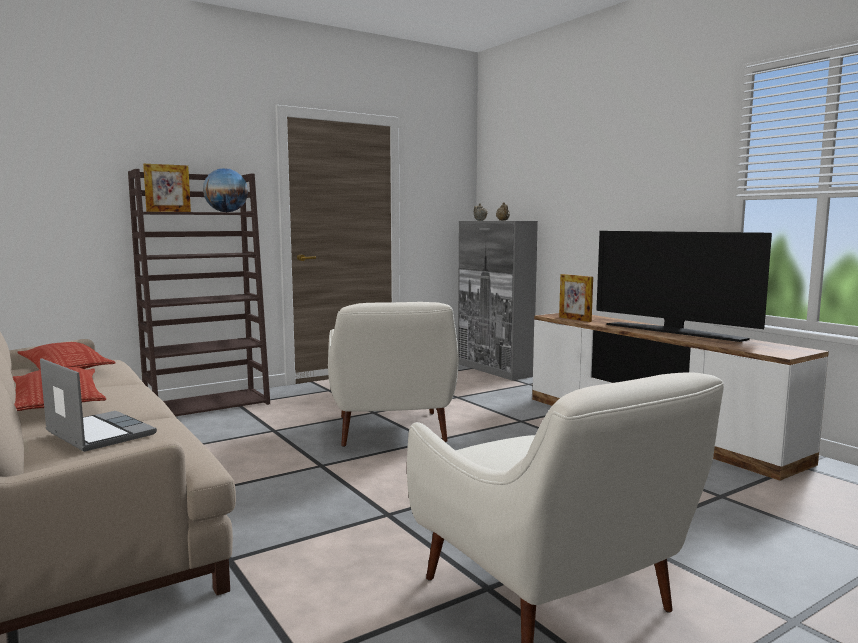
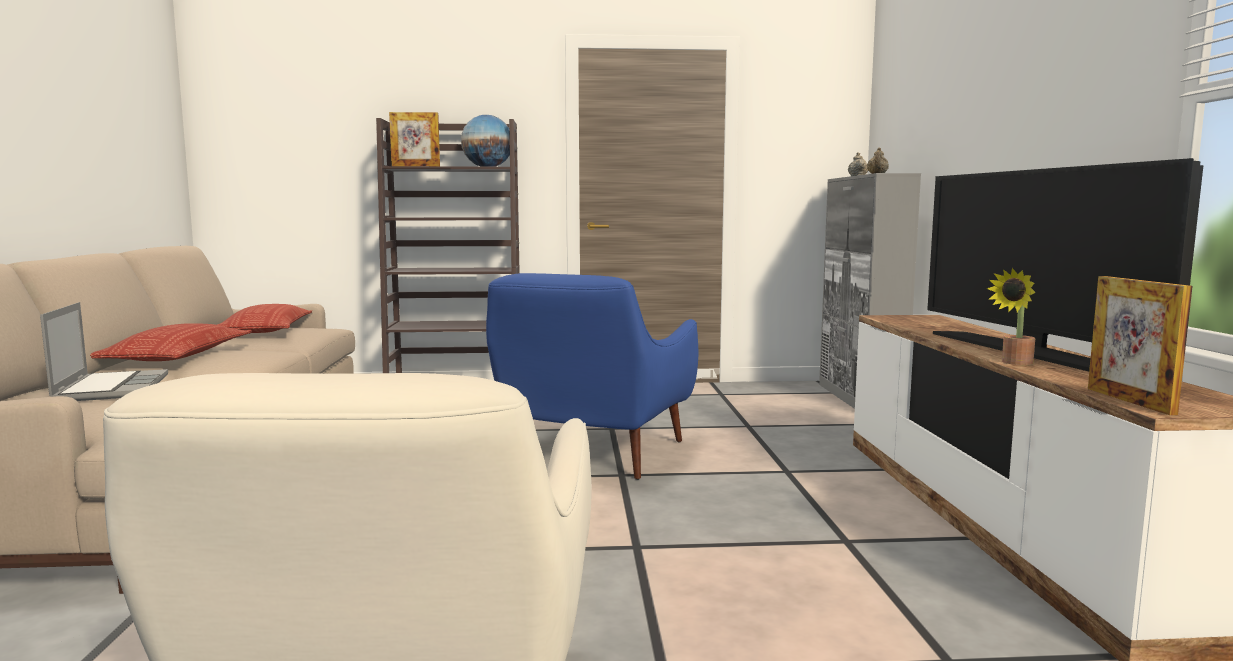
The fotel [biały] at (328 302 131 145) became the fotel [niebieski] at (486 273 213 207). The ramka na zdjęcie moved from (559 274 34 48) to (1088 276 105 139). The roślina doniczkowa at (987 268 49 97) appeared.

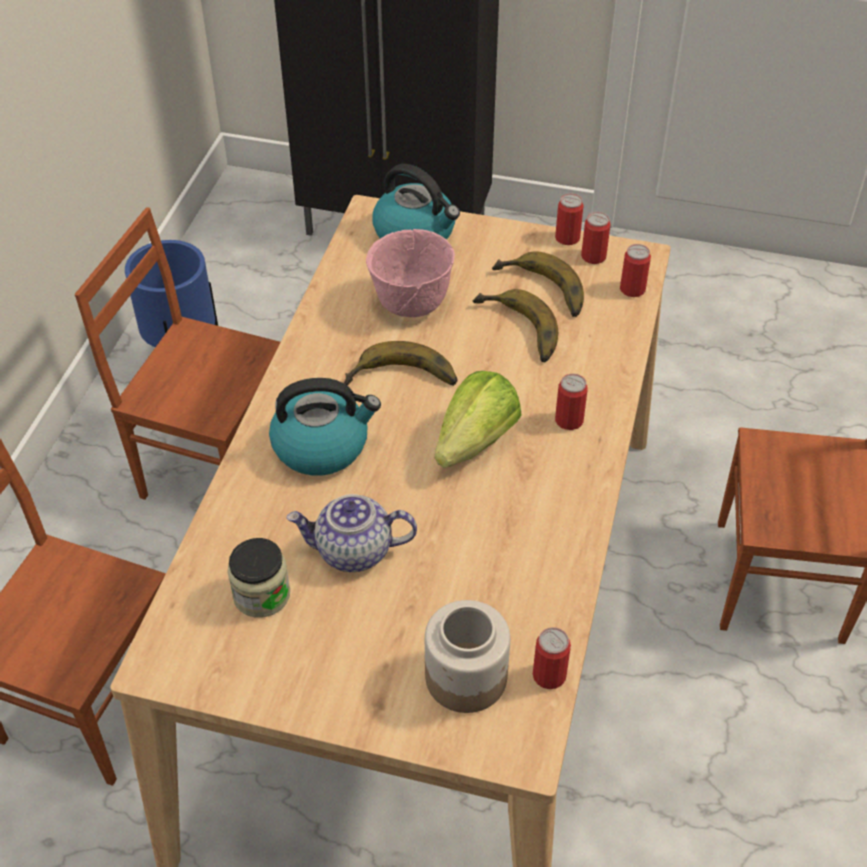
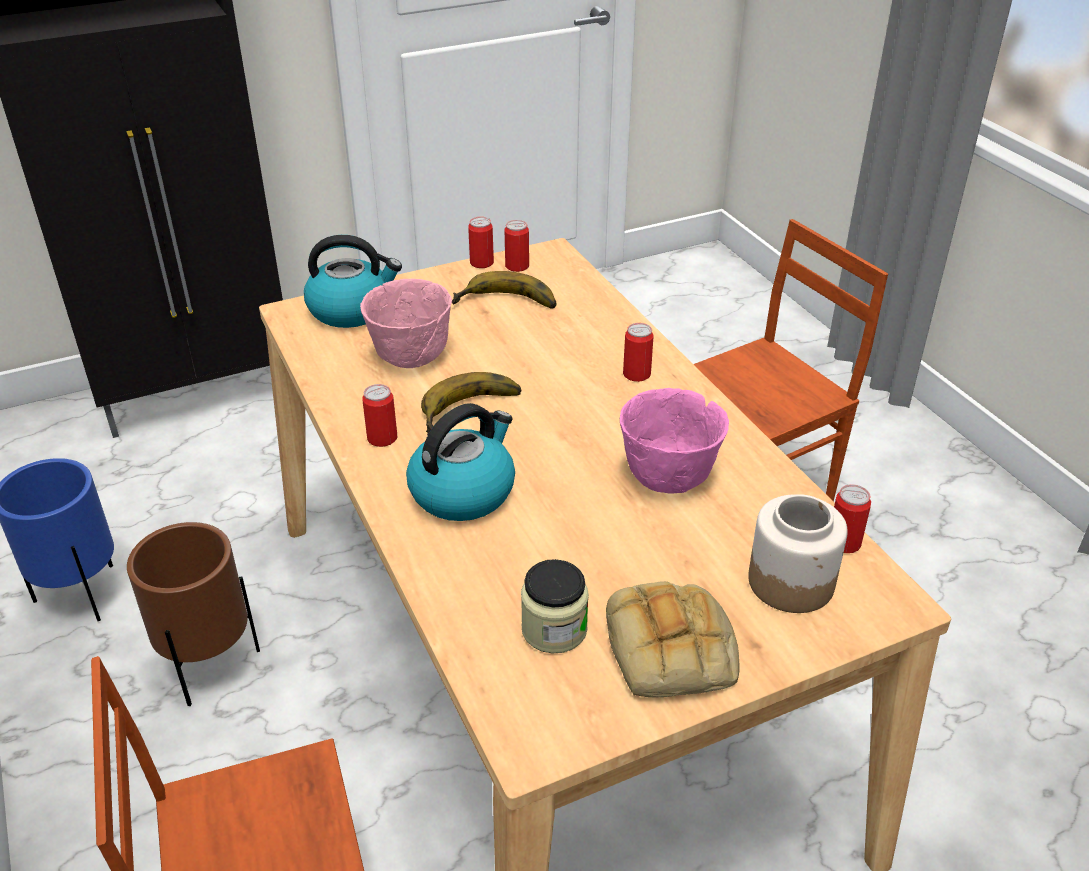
The krzesło [brązowy] at (75 207 205 293) was replaced by the donica [brązowy] at (127 522 133 184). The imbryk at (286 494 131 78) disappeared. The sałata at (435 371 87 97) disappeared. The banan at (473 289 85 73) disappeared. The puszka moved from (620 244 31 53) to (362 384 35 63). The chleb at (606 581 134 117) appeared. The miska [różowy] at (620 388 109 105) appeared.

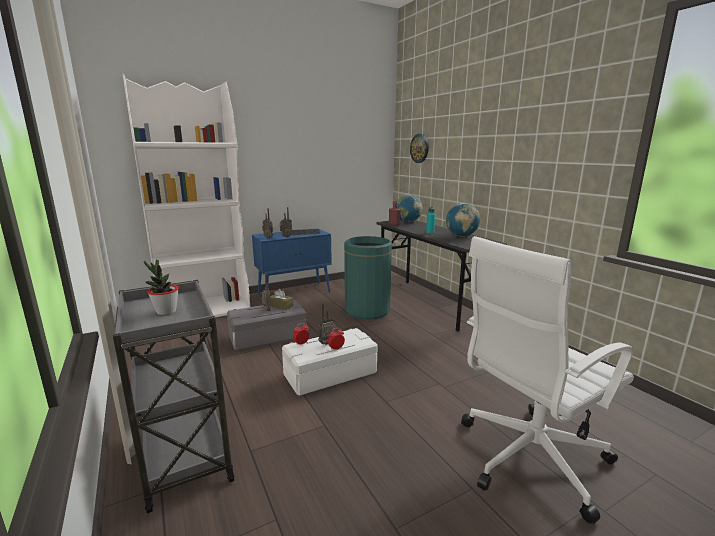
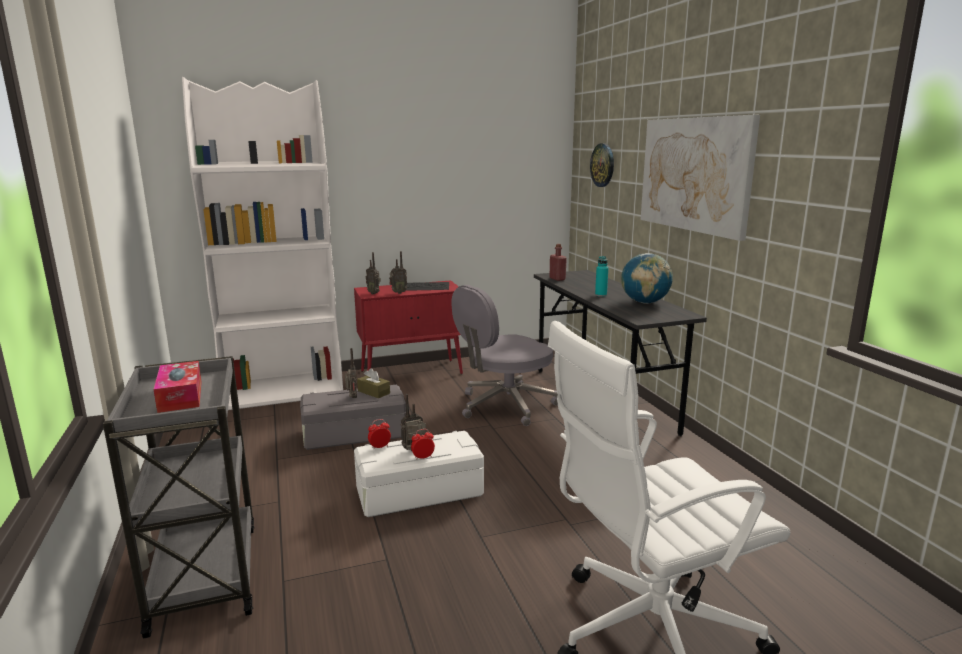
The roślina doniczkowa at (144 260 35 55) was replaced by the pudełko chusteczek at (153 361 49 52). The szafka [niebieski] at (252 228 80 66) became the szafka [czerwony] at (354 280 109 94). The kosz na śmieci [zielony] at (344 236 48 84) was replaced by the krzesło biurowe [szary] at (451 285 107 141). The globus at (397 194 26 28) disappeared. The obraz at (641 115 119 126) appeared.

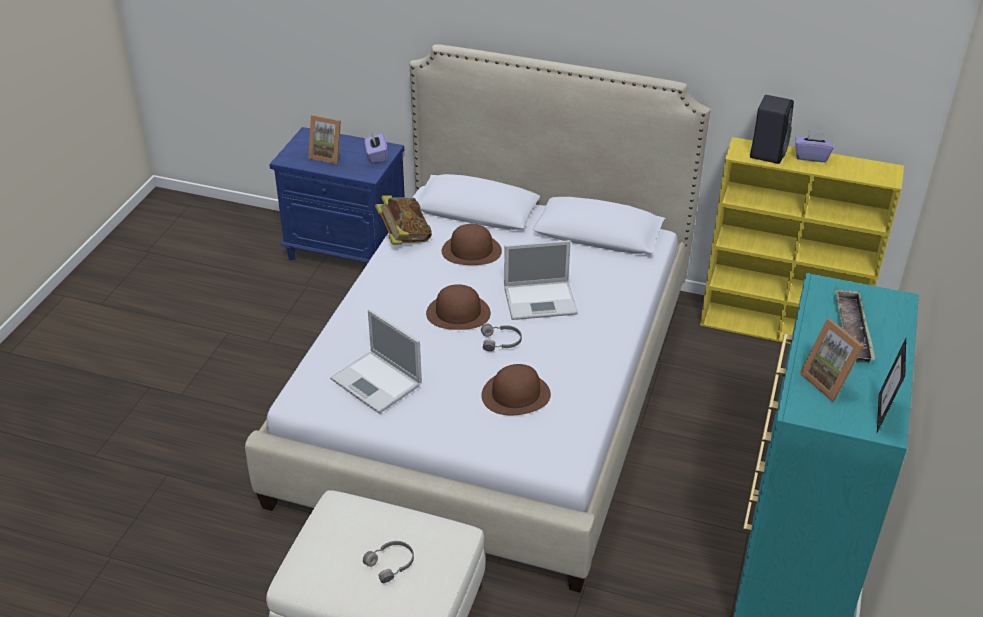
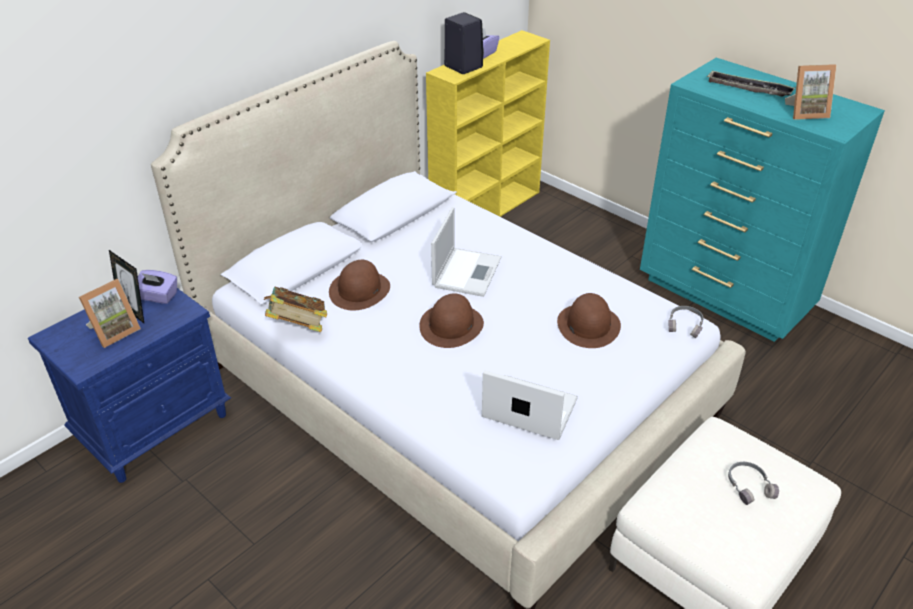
The laptop at (330 309 92 105) turned 135 degrees counterclockwise. The słuchawki [szary] moved from (481 324 41 27) to (668 306 36 32). The ramka na zdjęcie moved from (877 338 29 94) to (109 250 36 74).

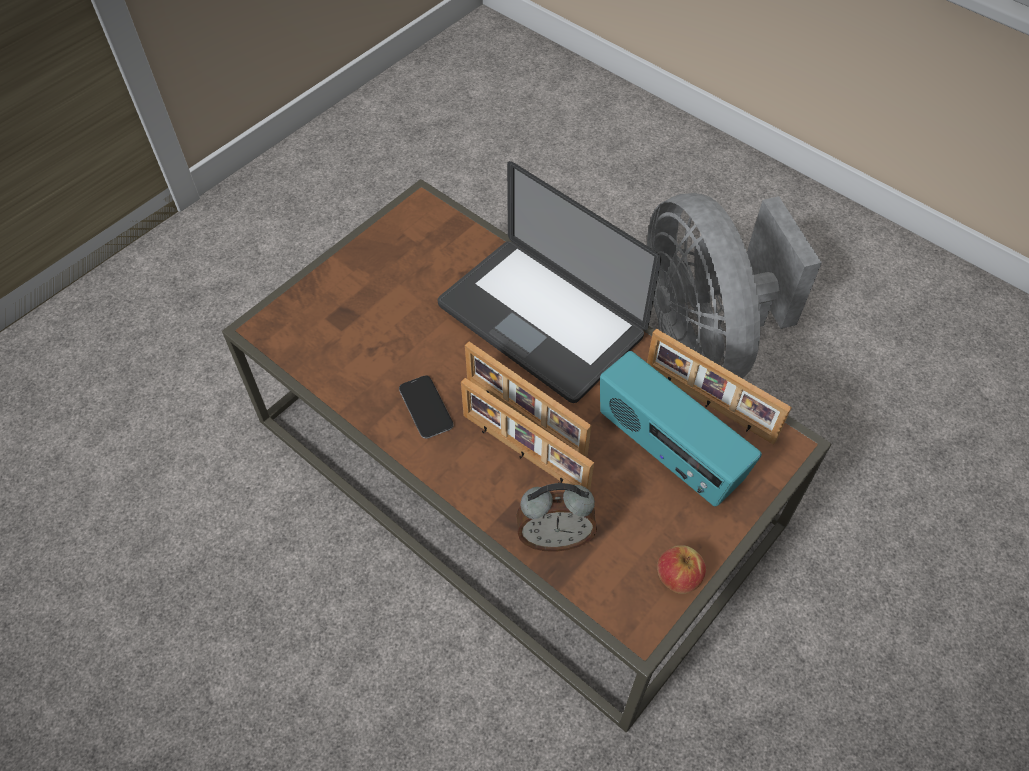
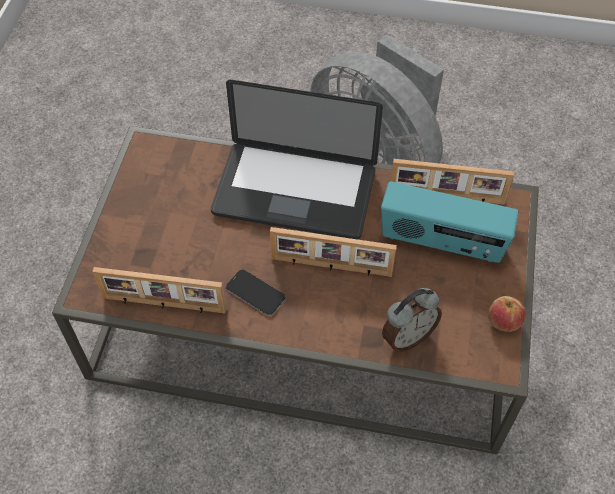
The ramka na zdjęcie moved from (461 378 133 113) to (92 267 134 47).

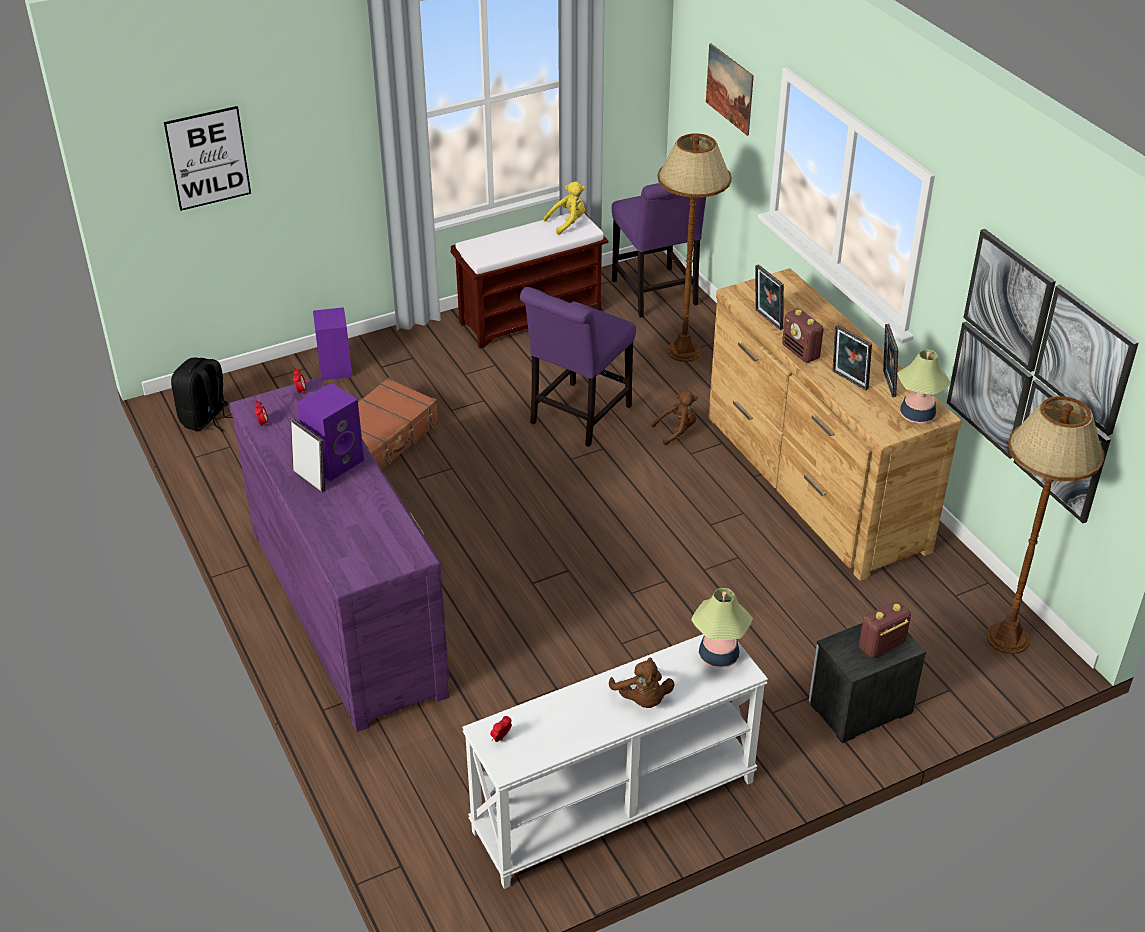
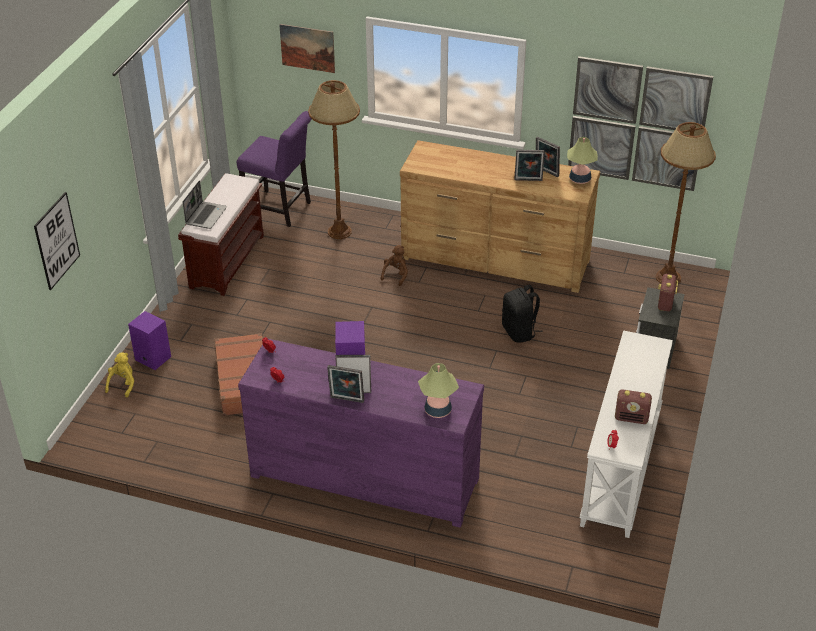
The plecak [czarny] moved from (171 358 62 74) to (502 285 41 58). The krzesło [fioletowy] at (520 287 116 160) disappeared. The pluszak [żółty] moved from (544 181 41 54) to (105 352 29 45). The pluszak [brązowy] at (609 658 65 50) disappeared. The lampa stołowa moved from (691 588 62 80) to (418 363 41 55). The ramka na zdjęcie moved from (755 264 29 66) to (327 365 37 38). The radio moved from (782 308 43 55) to (615 389 37 35). The laptop at (183 180 44 49) appeared.

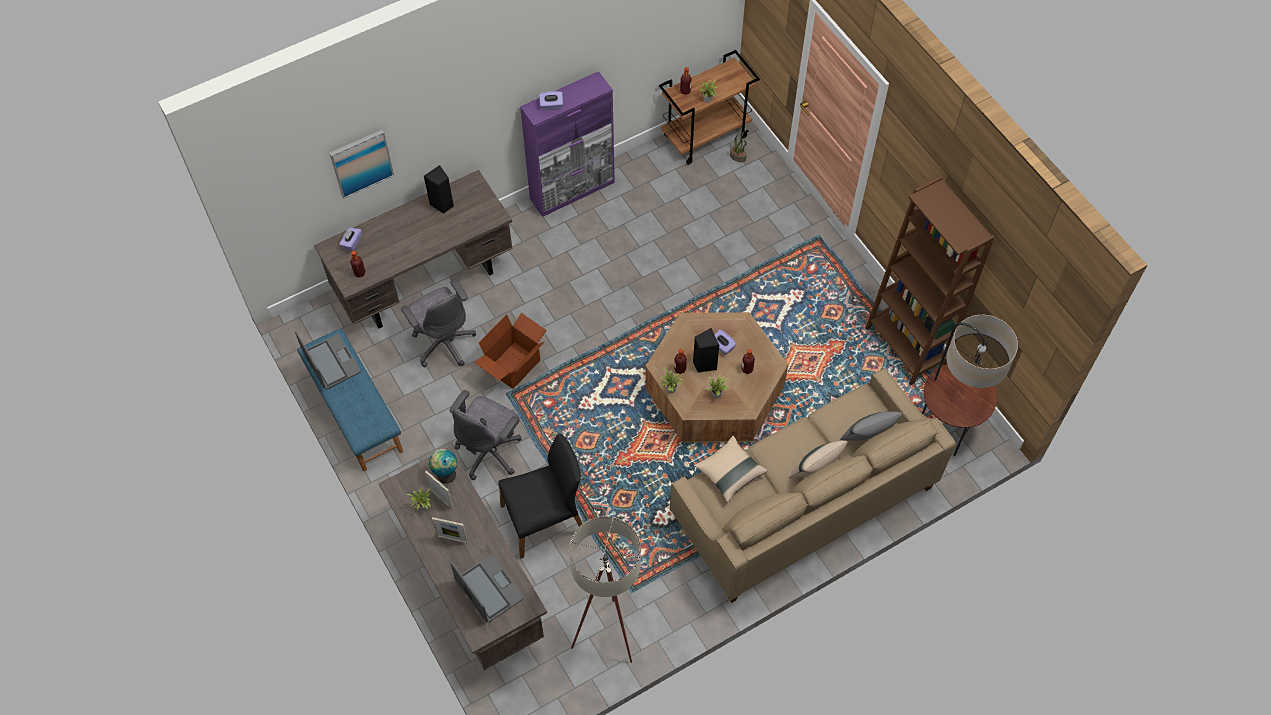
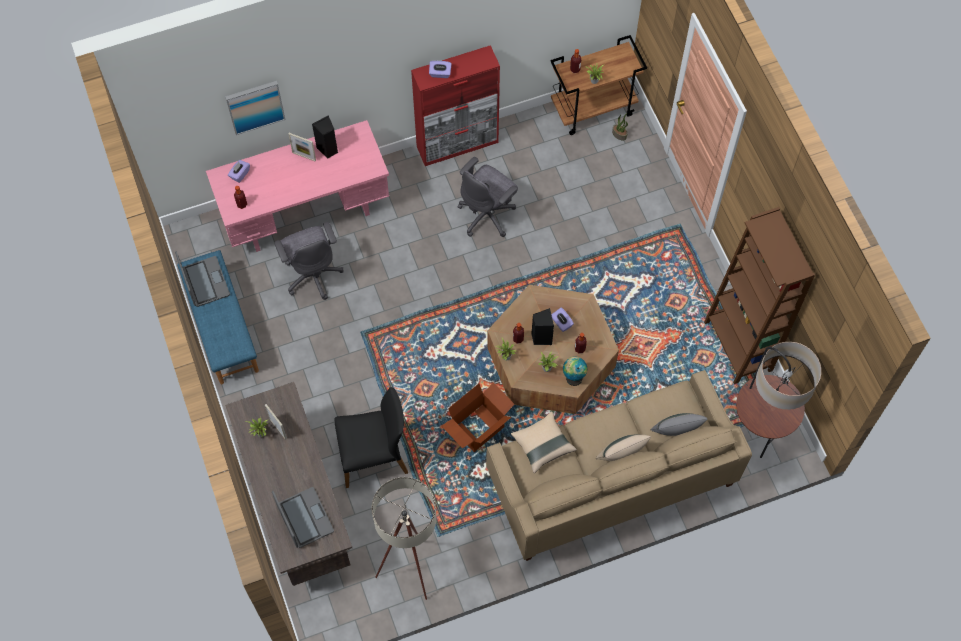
The biurko [brązowy] at (314 170 199 159) became the biurko [różowy] at (206 120 183 132). The globus moved from (429 449 28 34) to (563 357 24 29). The ramka na zdjęcie moved from (432 517 36 26) to (288 133 28 29). The krzesło biurowe [szary] moved from (449 390 73 90) to (457 157 61 80). The karton moved from (474 313 73 76) to (442 382 73 70). The szafka [fioletowy] at (520 71 95 146) became the szafka [czerwony] at (411 45 89 121).

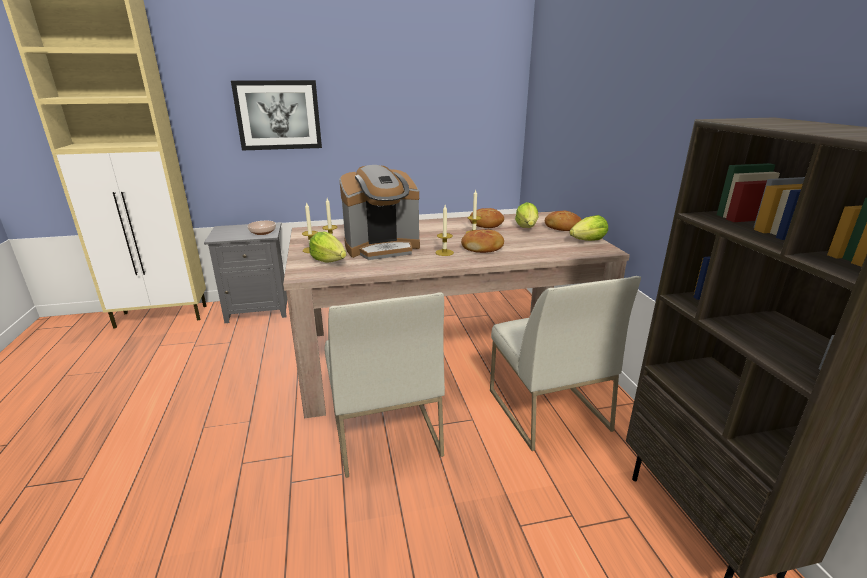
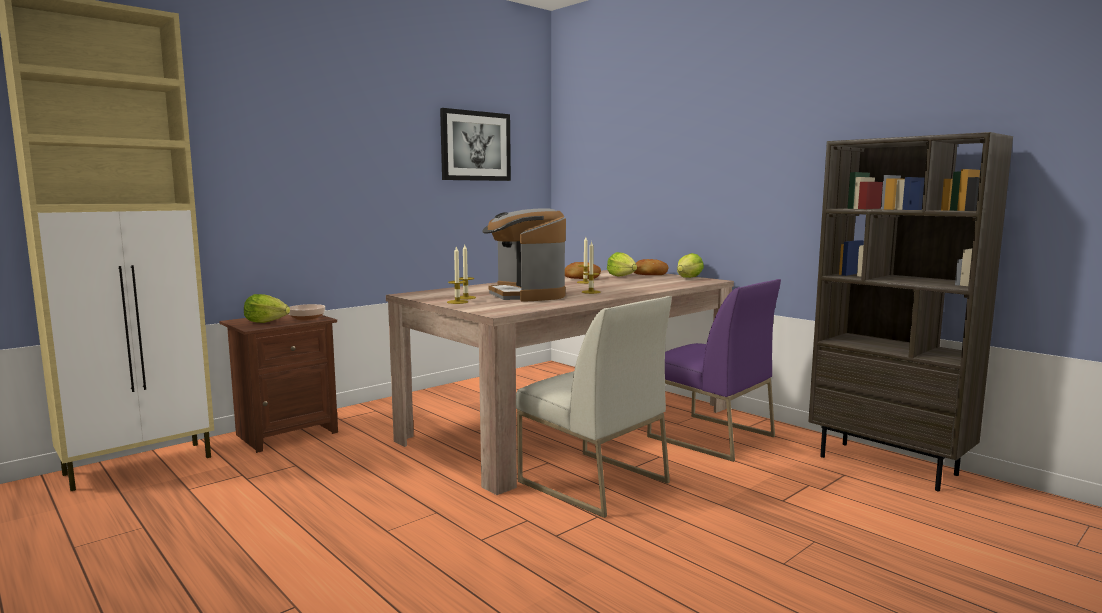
The szafka nocna [szary] at (204 222 83 101) became the szafka nocna [brązowy] at (219 314 119 139). The obraz moved from (231 80 91 71) to (440 108 71 73). The sałata moved from (309 232 37 30) to (244 294 46 29). The ekspres do kawy at (339 165 81 95) turned 120 degrees clockwise. The chleb at (461 229 43 24) disappeared. The krzesło [biały] at (490 276 151 175) became the krzesło [fioletowy] at (647 279 134 183).

